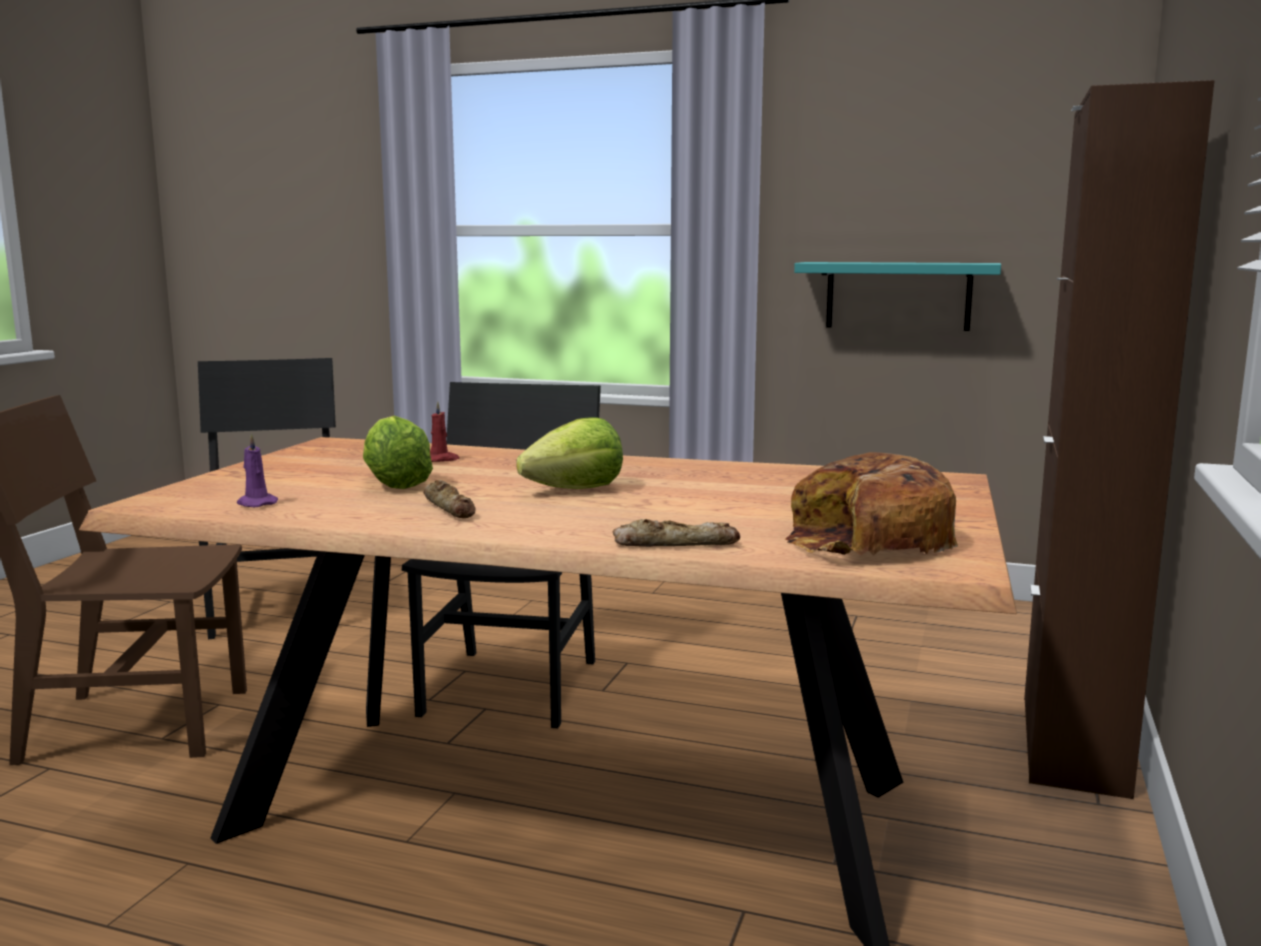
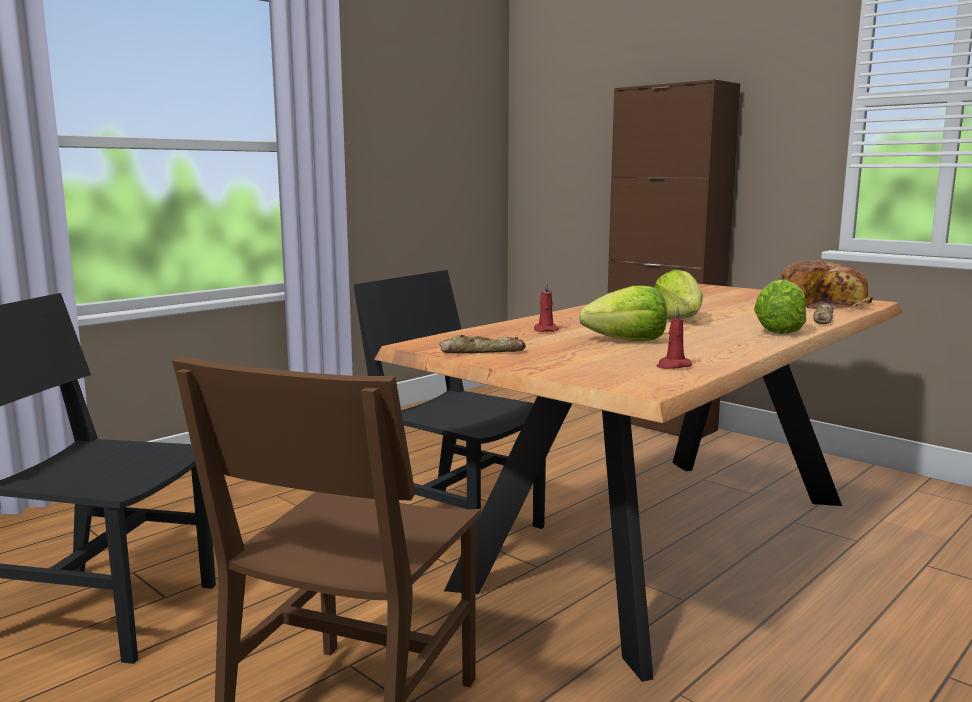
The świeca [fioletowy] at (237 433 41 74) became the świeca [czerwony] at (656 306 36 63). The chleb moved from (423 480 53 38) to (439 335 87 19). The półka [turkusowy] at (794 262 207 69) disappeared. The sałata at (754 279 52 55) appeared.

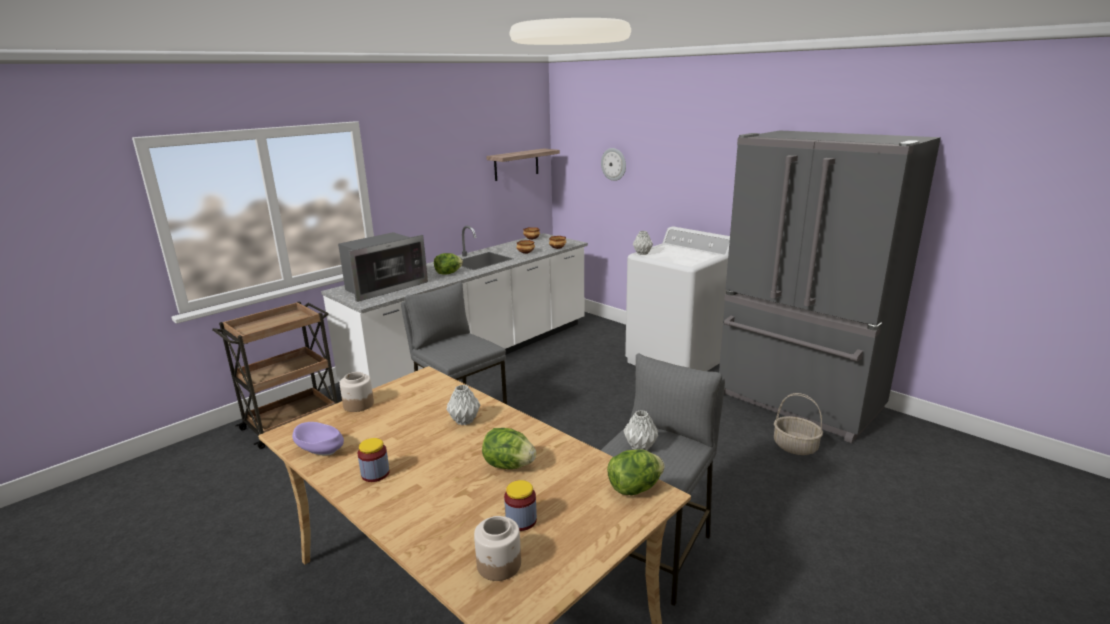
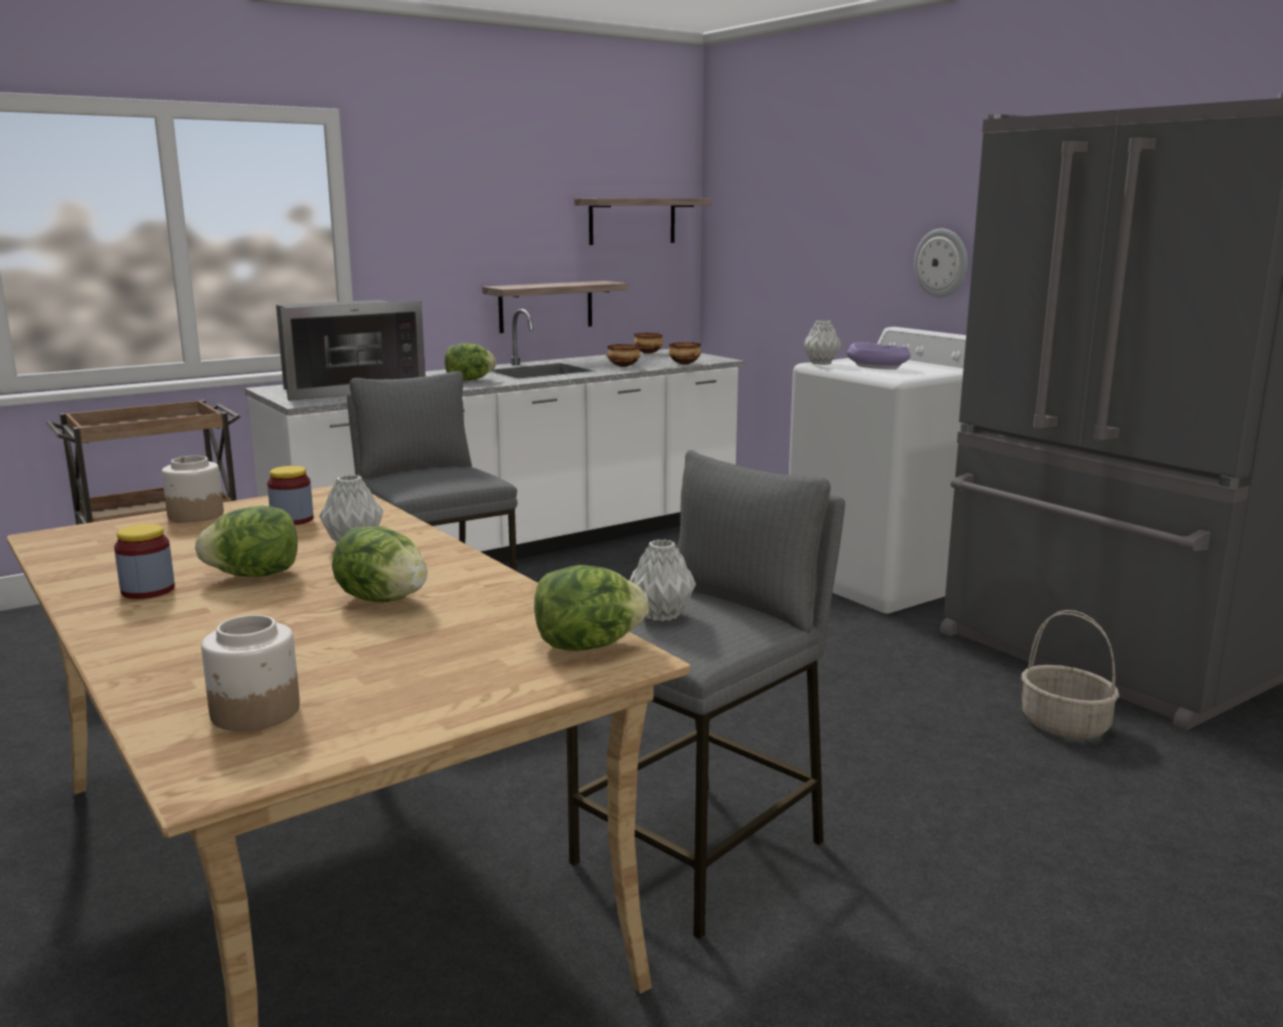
The miska [fioletowy] moved from (292 422 52 33) to (847 342 64 28). The słoik moved from (504 480 33 51) to (267 466 47 59). The zegar ścienny moved from (601 148 25 33) to (914 228 54 69). The sałata at (195 506 103 71) appeared. The półka at (482 281 146 52) appeared.

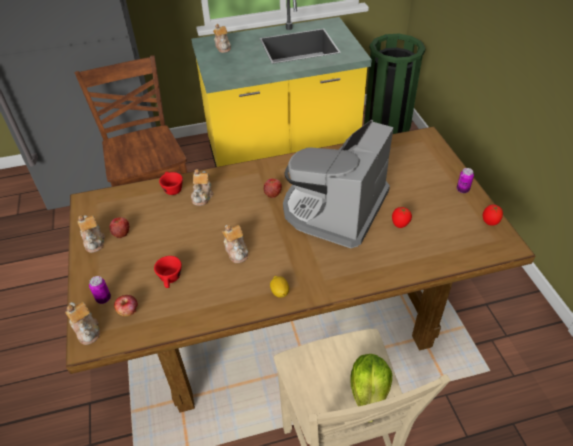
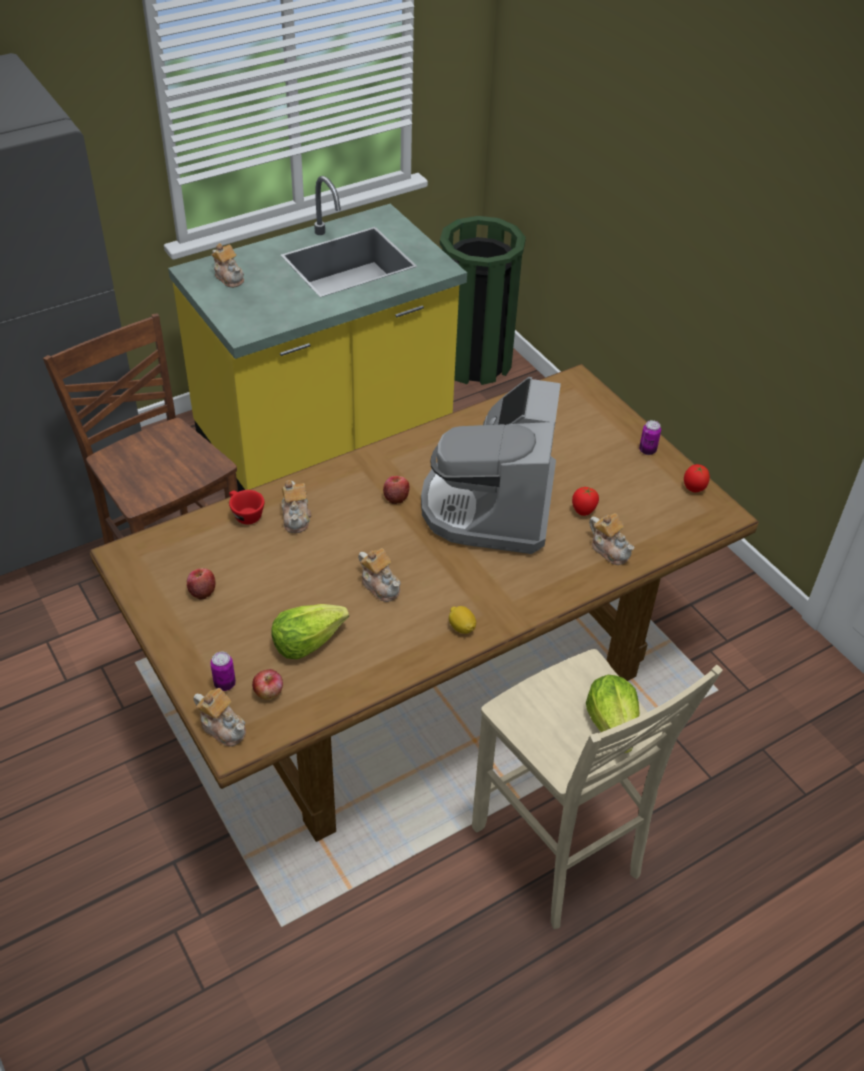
The imbryk moved from (78 215 27 38) to (589 513 46 52). The filiżanka [czerwony] at (154 256 28 32) was replaced by the sałata at (271 604 78 55).

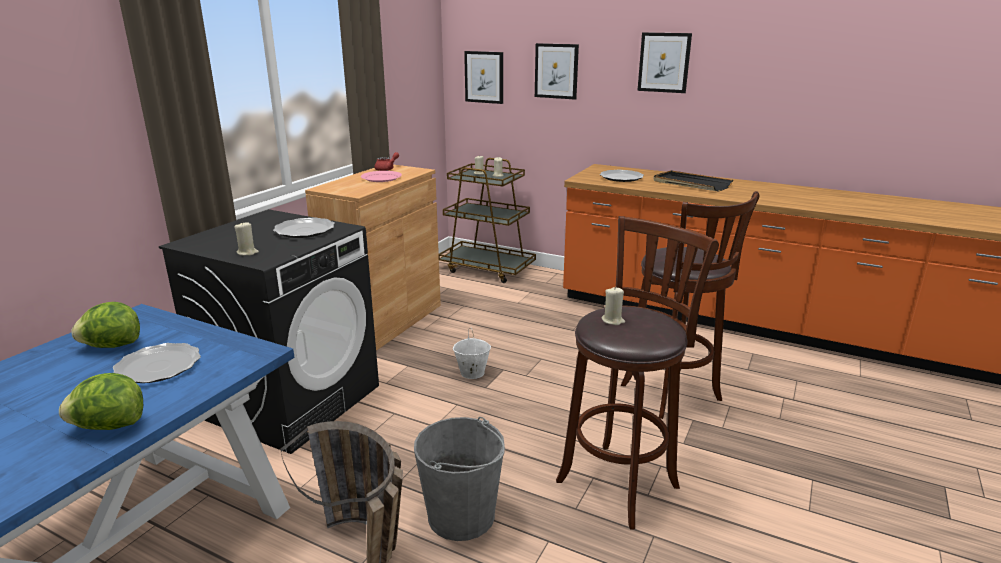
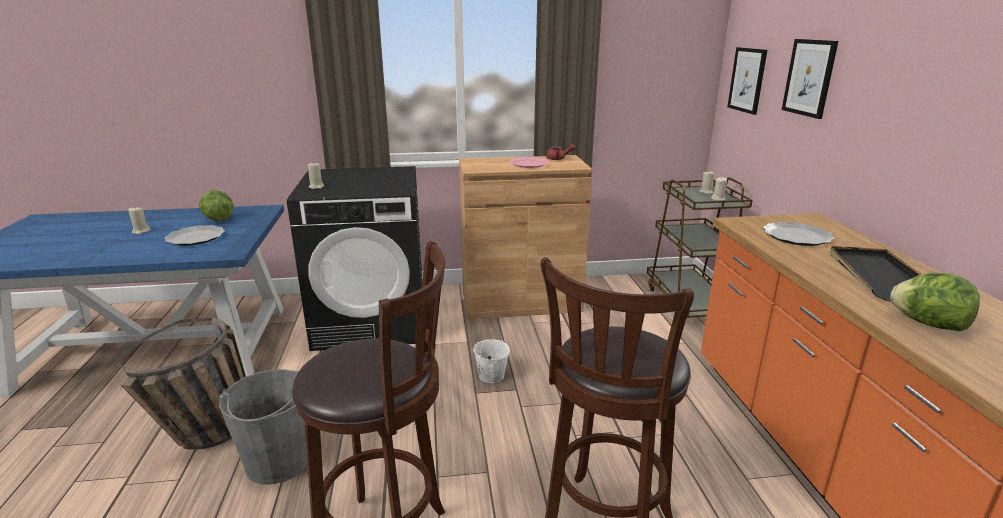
The sałata moved from (59 373 84 57) to (890 272 90 59). The talerz at (273 217 62 21) disappeared. The świeca [beżowy] moved from (602 287 23 38) to (128 206 23 28). The obraz at (637 32 55 61) disappeared.

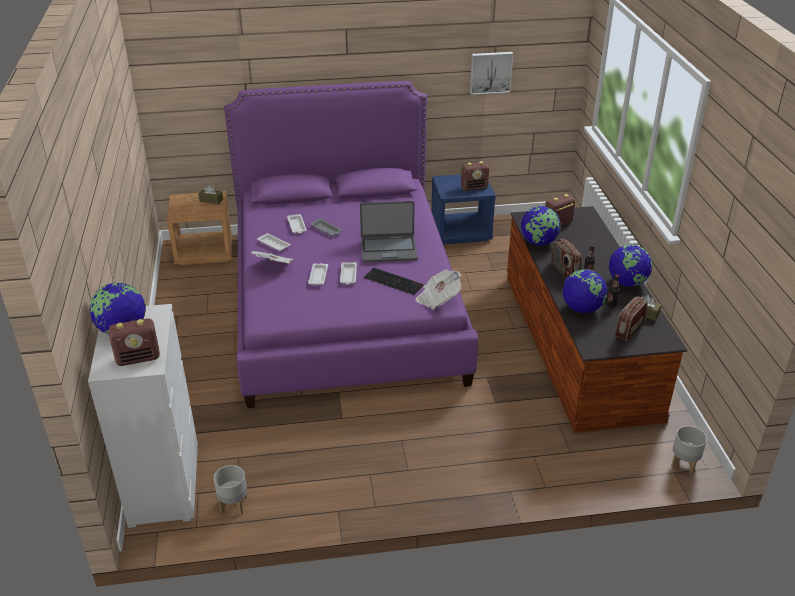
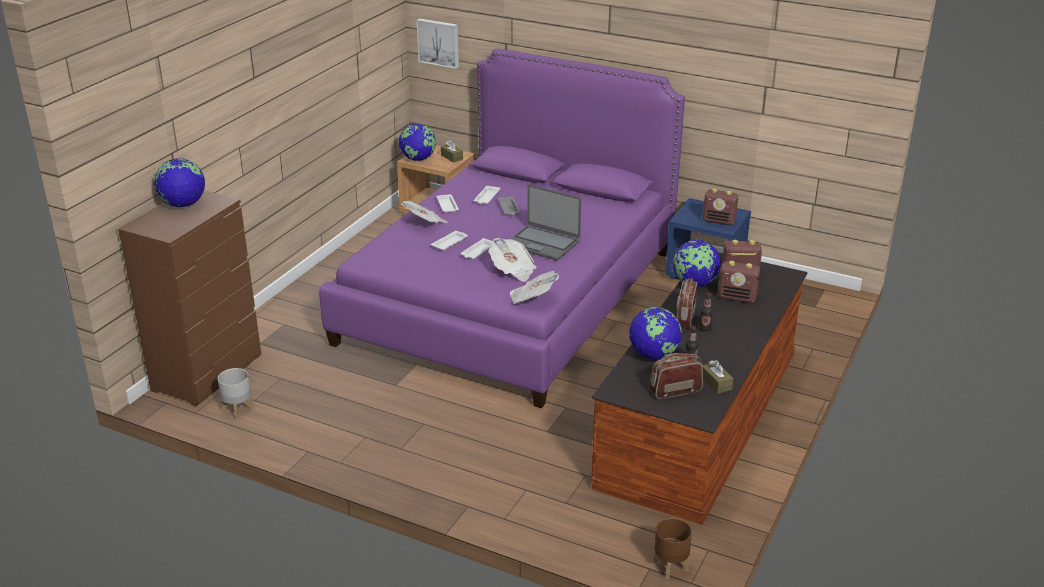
The komoda [biały] at (88 304 110 224) became the komoda [brązowy] at (118 190 143 216). The radio moved from (109 318 51 48) to (718 261 42 42). The klawiatura at (364 268 60 27) was replaced by the gazeta at (489 238 48 43). The obraz moved from (470 52 43 43) to (417 18 42 51). The globus moved from (609 244 44 43) to (399 123 37 38). The donica [szary] at (671 426 36 49) became the donica [brązowy] at (653 518 39 61).

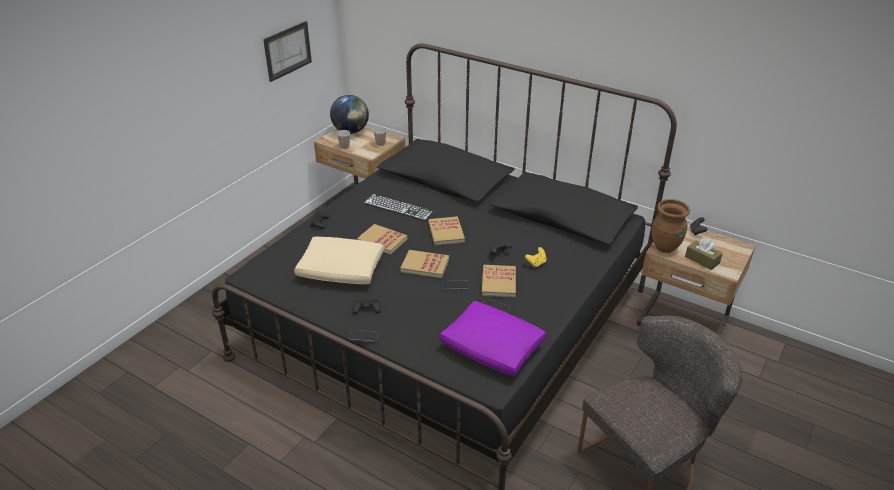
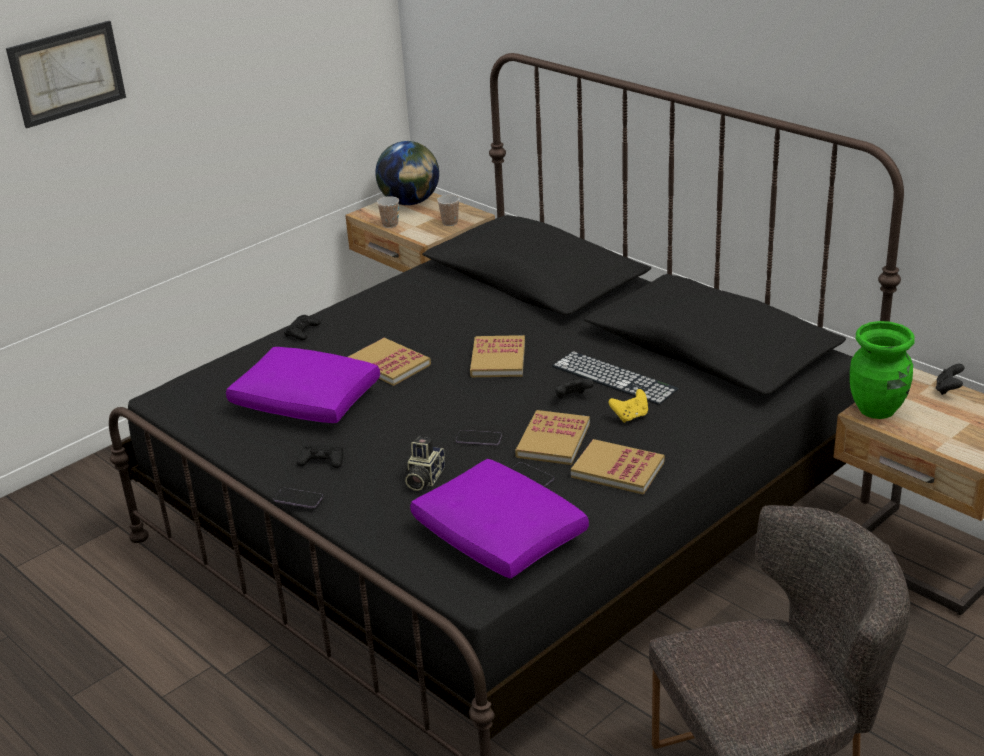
The obraz moved from (263 21 49 61) to (6 21 120 107). The poduszka [beżowy] at (294 237 90 47) became the poduszka [fioletowy] at (226 347 154 76). The klawiatura moved from (363 194 71 27) to (552 351 127 54). The książka moved from (400 250 49 29) to (571 439 94 56). The wazon [brązowy] at (652 199 38 54) became the wazon [zielony] at (850 321 65 98). The pudełko chusteczek [brązowy] at (685 238 38 32) disappeared. The aparat fotograficzny at (405 436 40 55) appeared.

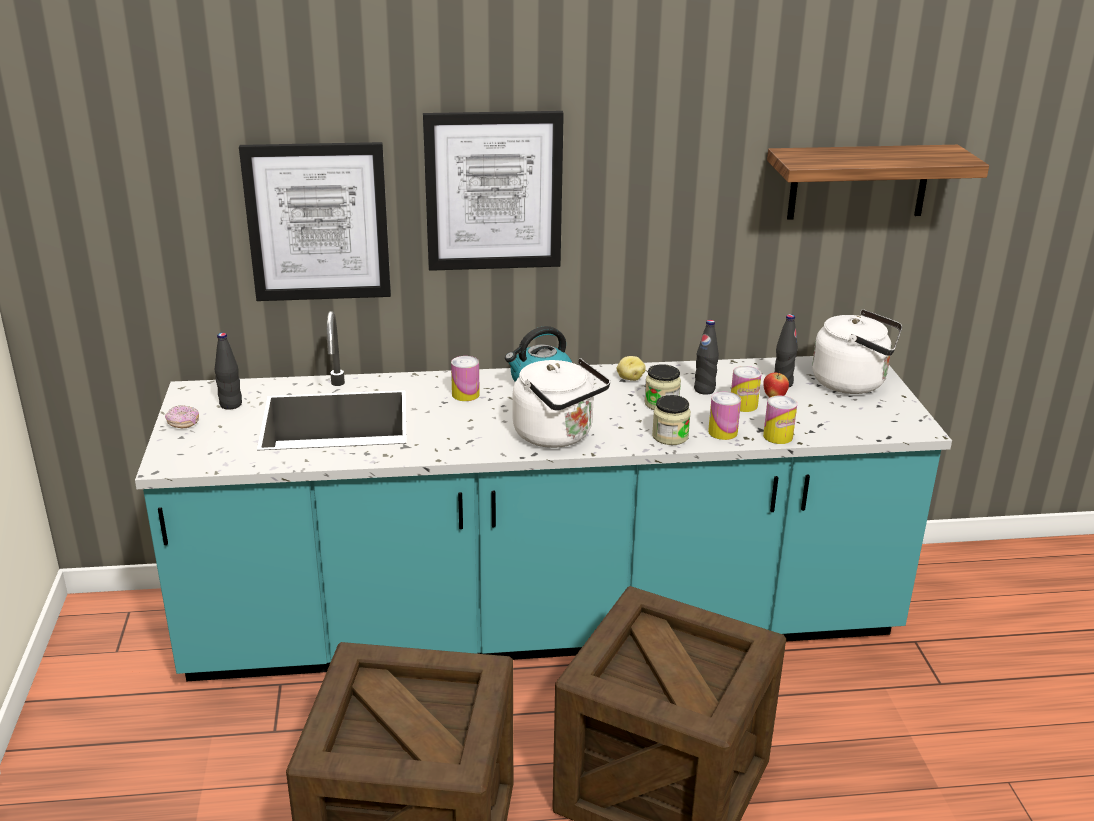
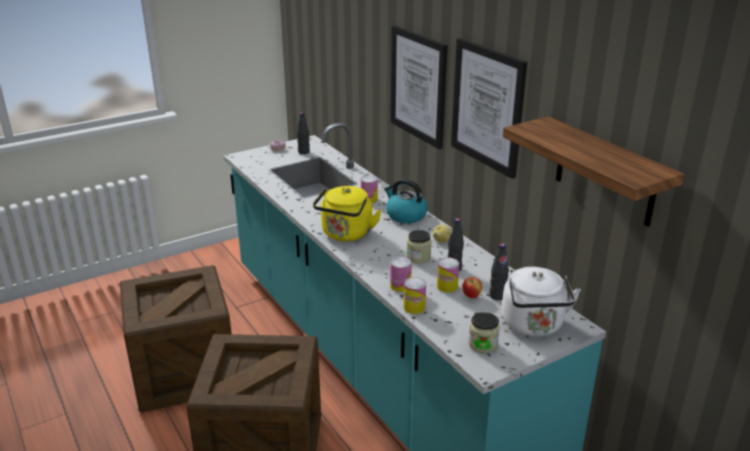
The obraz moved from (239 142 152 159) to (451 38 76 141). The czajnik [biały] at (513 358 97 90) became the czajnik [żółty] at (313 186 69 55). The słoik moved from (652 395 39 50) to (468 312 32 41).

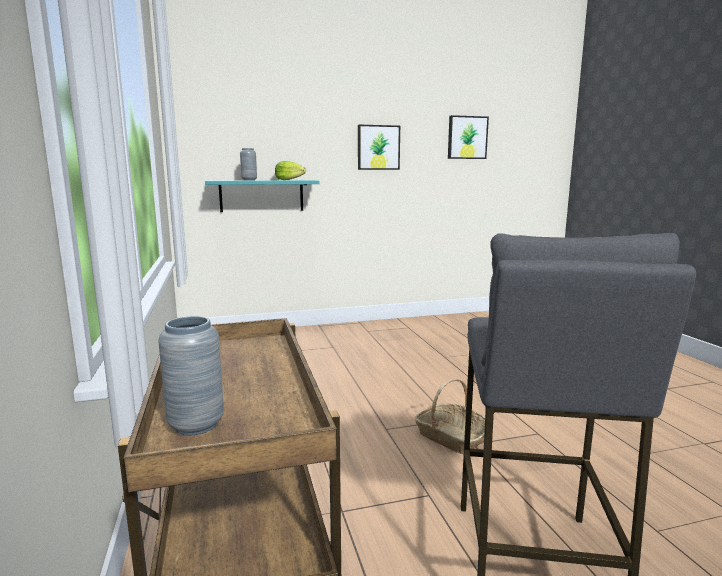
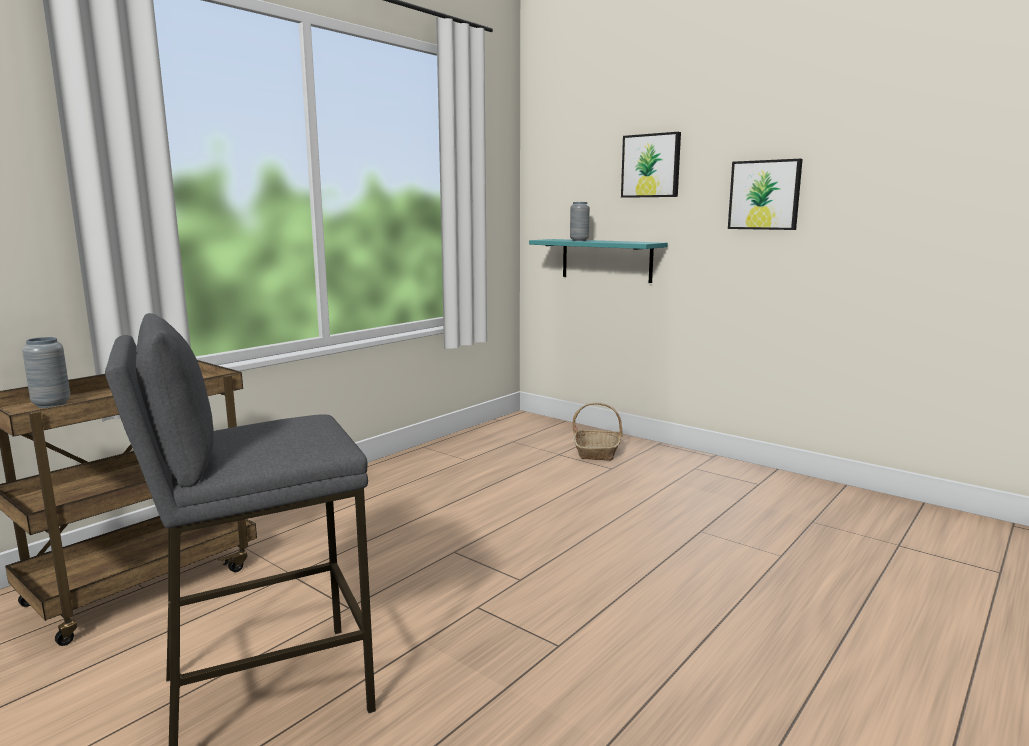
The sałata at (275 161 31 19) disappeared. The koszyk moved from (415 378 70 76) to (573 403 50 58). The obraz moved from (448 115 41 44) to (621 132 60 66).

